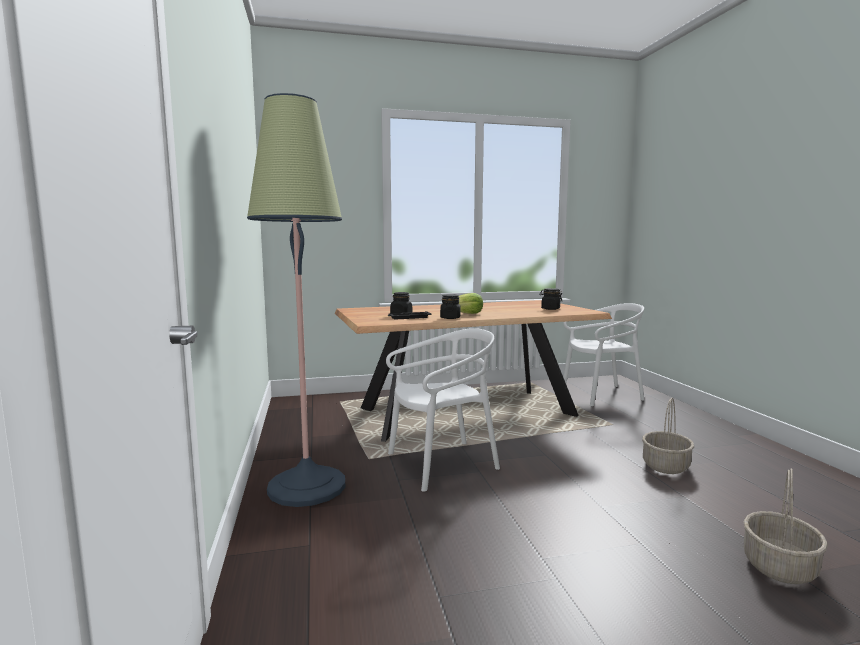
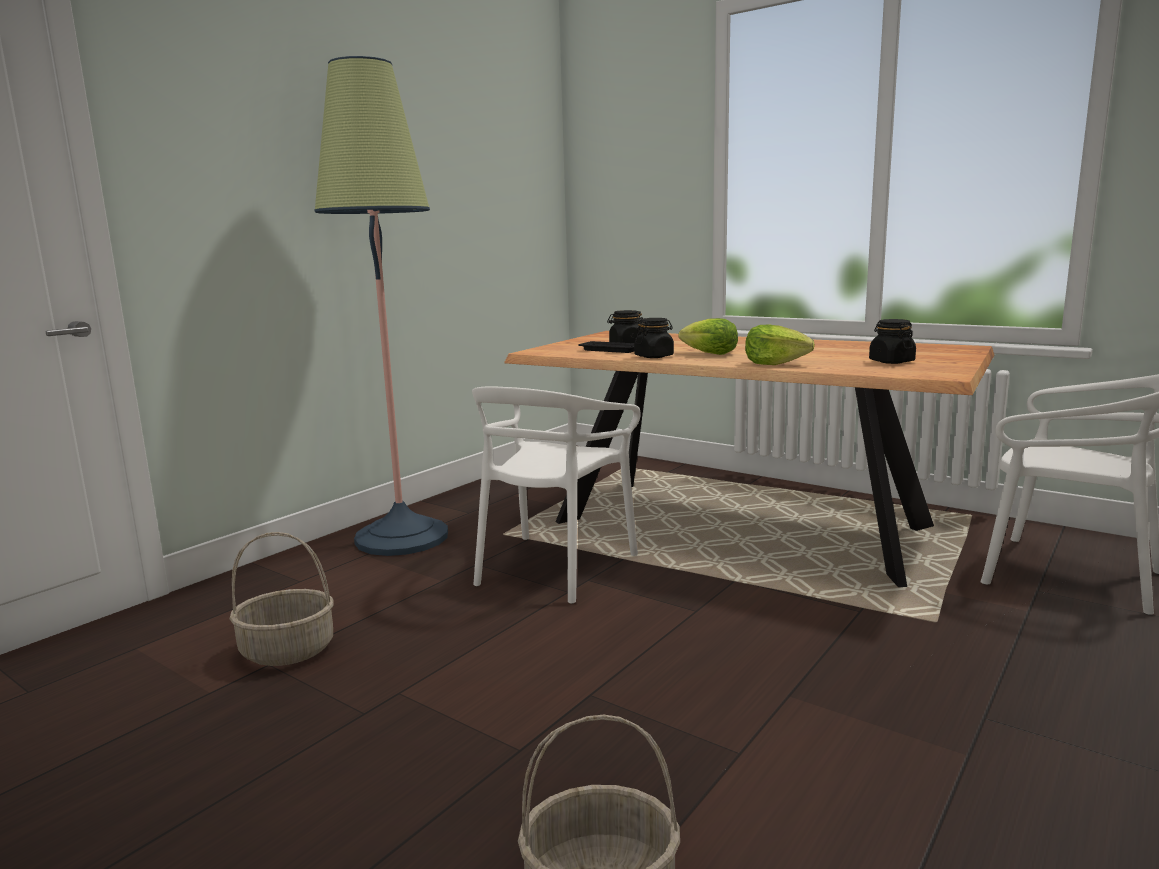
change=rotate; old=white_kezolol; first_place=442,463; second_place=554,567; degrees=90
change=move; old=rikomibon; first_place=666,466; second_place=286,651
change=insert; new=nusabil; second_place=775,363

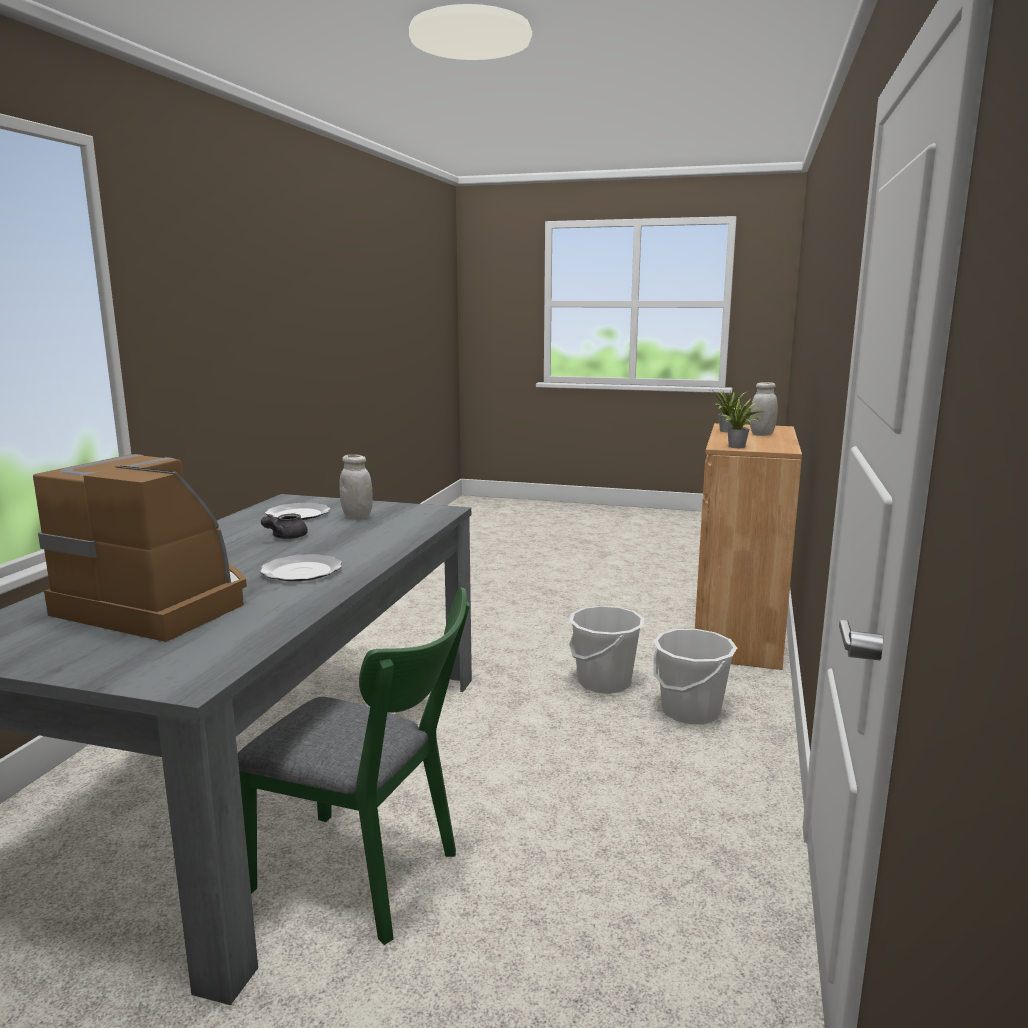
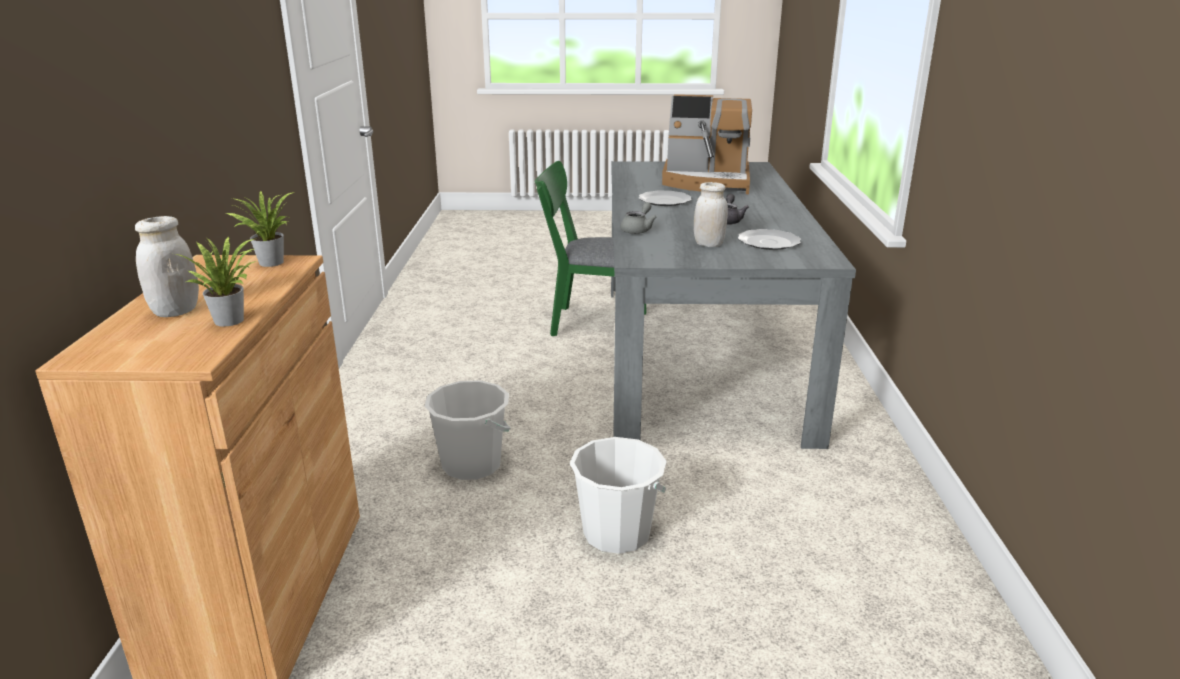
change=move; old=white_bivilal; first_place=690,711; second_place=617,533
change=insert; new=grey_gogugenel; second_place=638,230

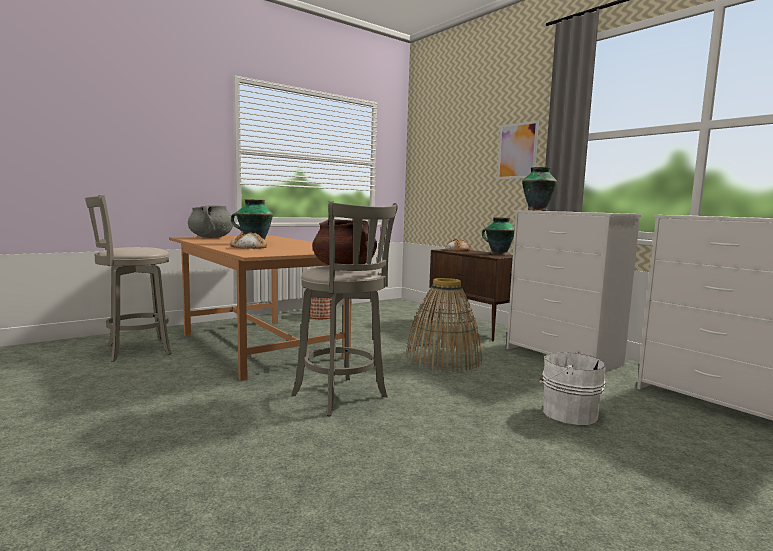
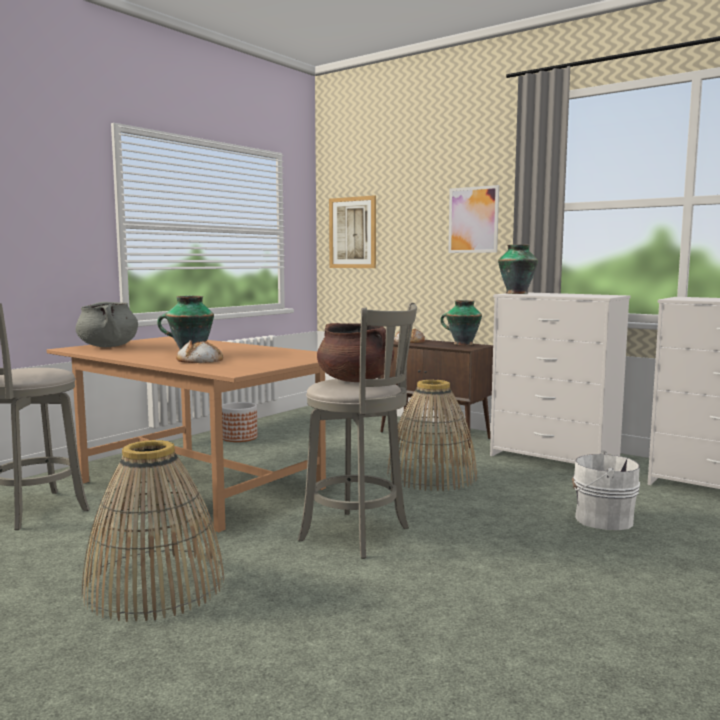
change=insert; new=rikomibon; second_place=154,586
change=insert; new=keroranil; second_place=352,232

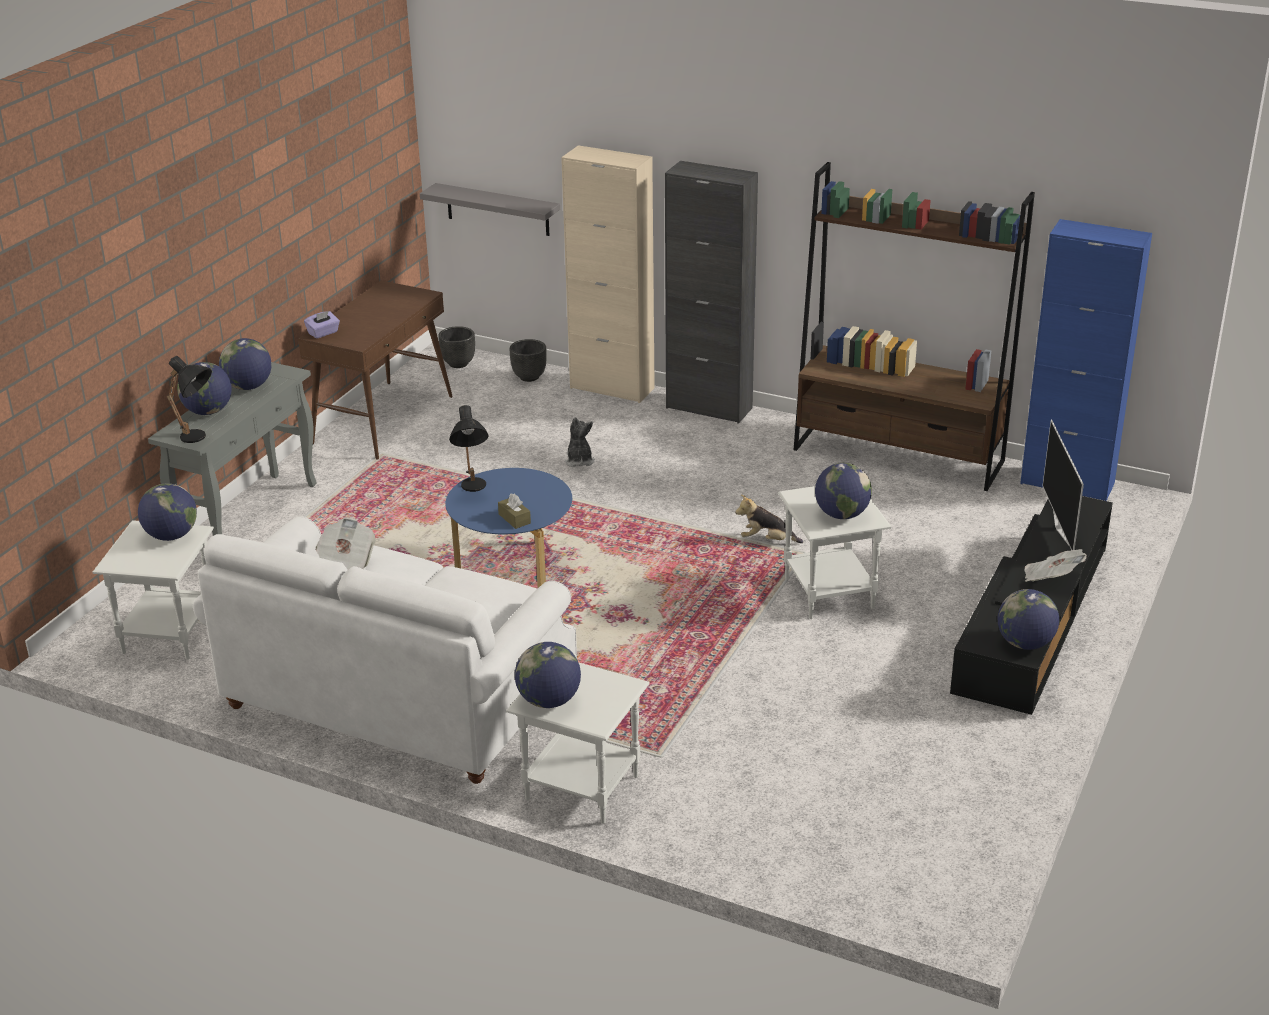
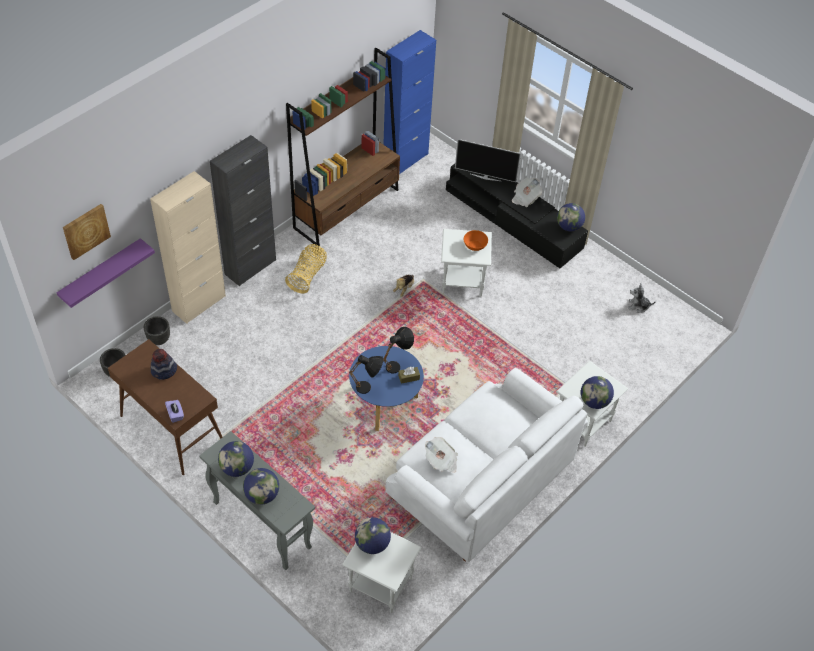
change=move; old=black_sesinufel; first_place=198,440; second_place=397,365
change=recolor; old=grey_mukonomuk; new=purple_mukonomuk; first_place=497,210; second_place=101,273
change=move; old=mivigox; first_place=579,461; second_place=638,306
change=replace; old=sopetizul; new=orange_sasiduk; first_place=841,515; second_place=475,245
change=insert; new=keroranil; second_place=86,231
change=insert; new=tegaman; second_place=164,371
change=insert; new=rikomibon; second_place=307,275

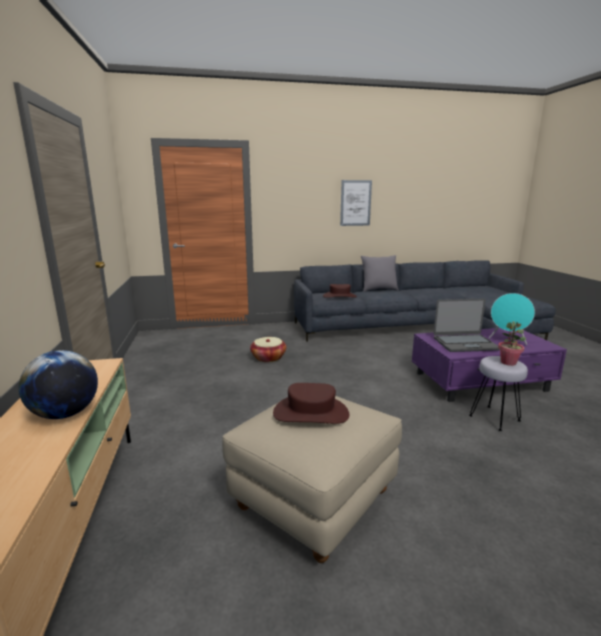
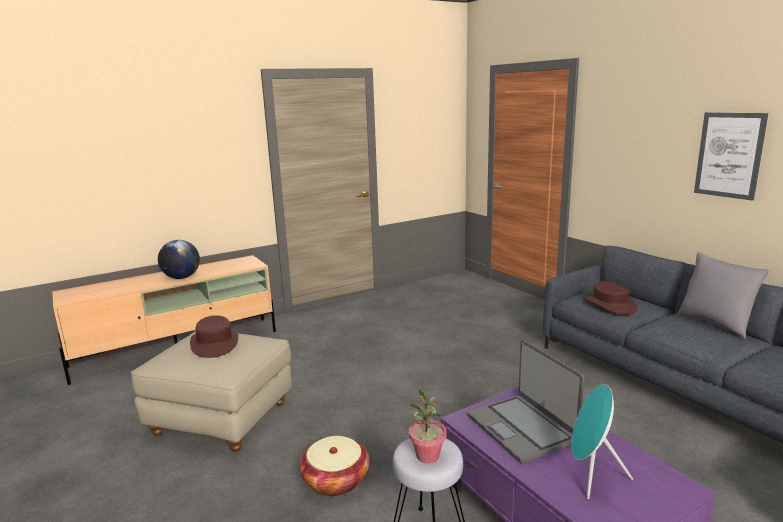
change=move; old=rikomibon; first_place=268,357; second_place=335,480

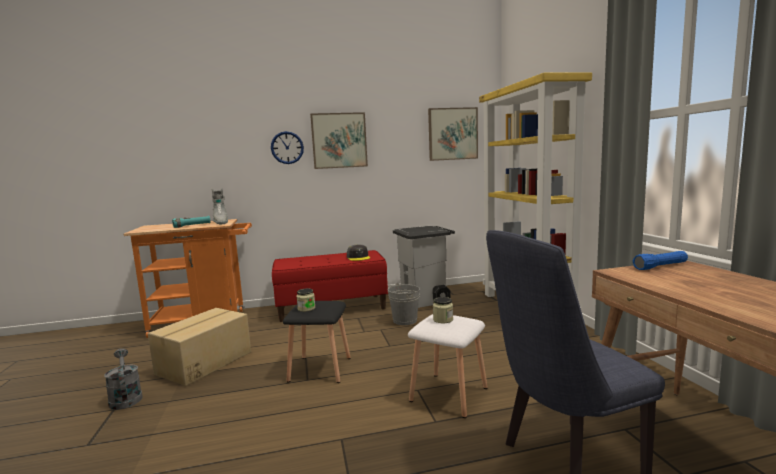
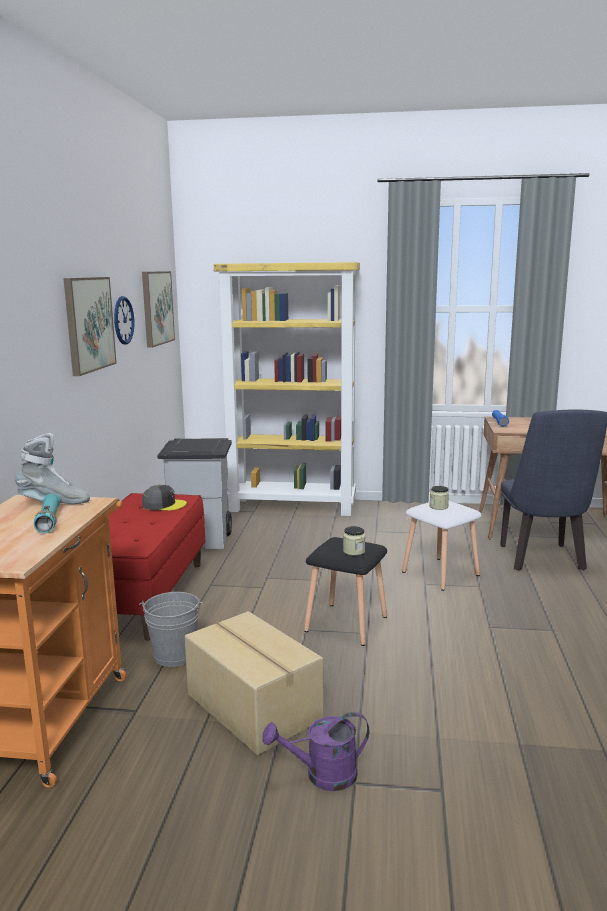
change=recolor; old=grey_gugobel; new=purple_gugobel; first_place=125,398; second_place=322,776
change=move; old=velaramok; first_place=287,147; second_place=123,320
change=move; old=grey_bivilal; first_place=405,320; second_place=174,655

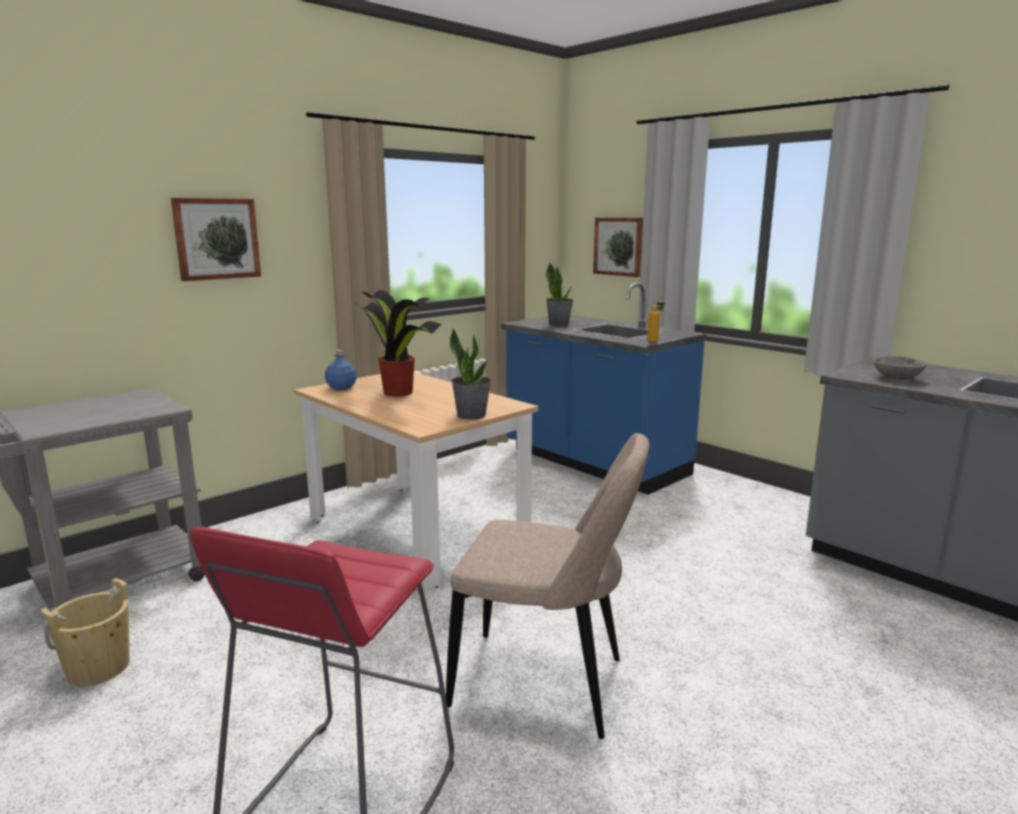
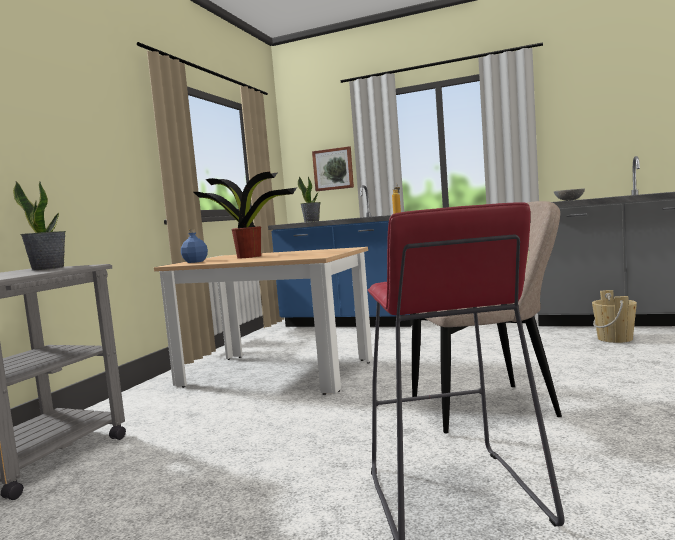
change=move; old=beige_bivilal; first_place=98,668; second_place=615,338
change=delete; old=keroranil; first_place=216,239
change=move; old=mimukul; first_place=471,415; second_place=48,268

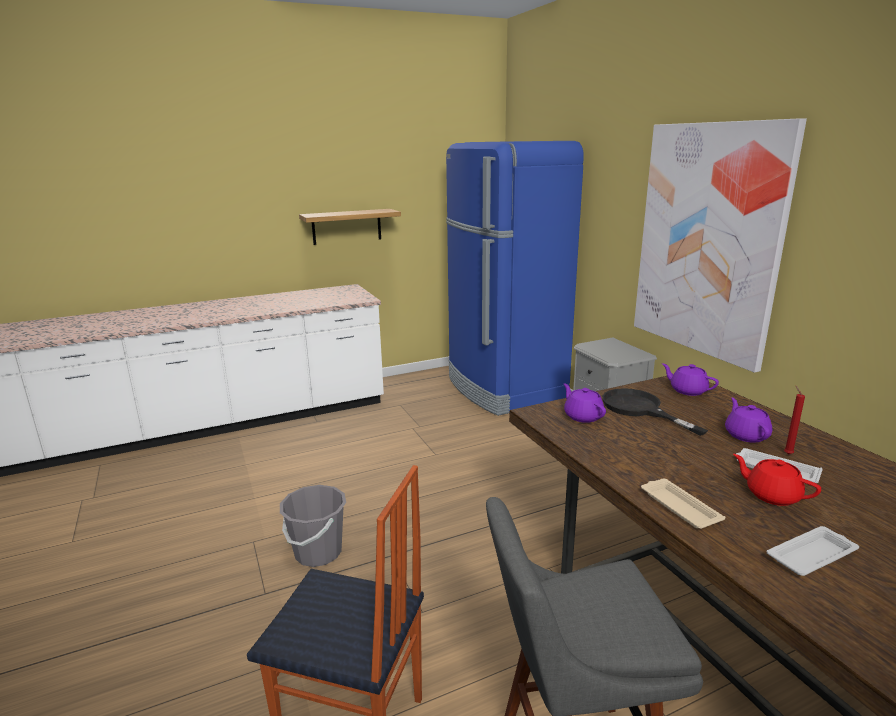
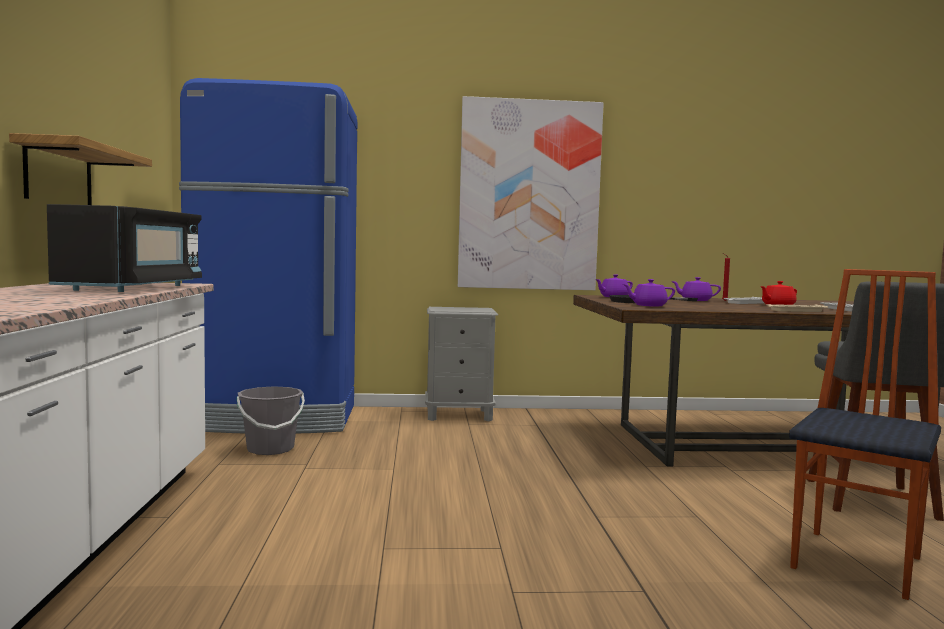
change=move; old=grey_bivilal; first_place=318,552; second_place=270,449
change=insert; new=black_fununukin; second_place=134,288

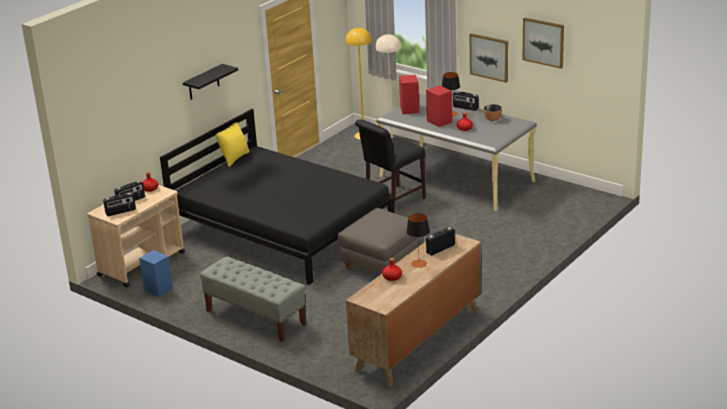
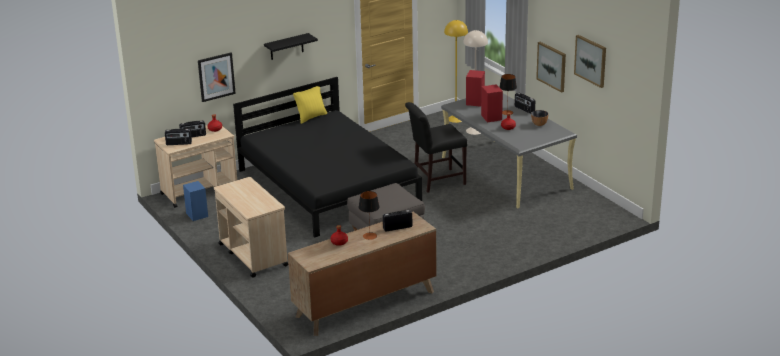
change=replace; old=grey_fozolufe; new=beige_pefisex; first_place=255,317; second_place=253,254
change=insert; new=keroranil; second_place=216,76

